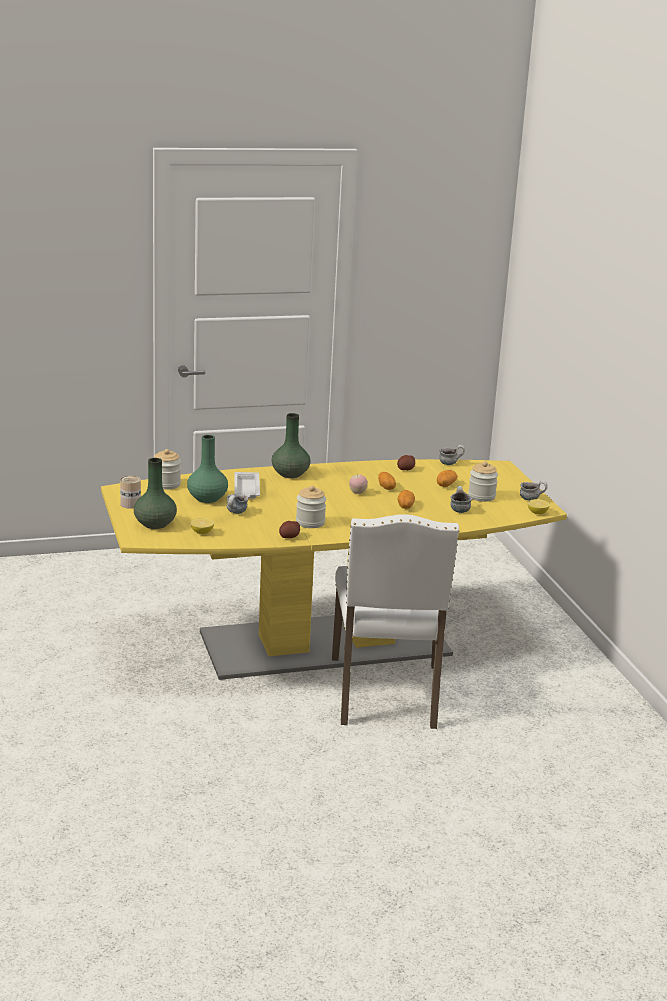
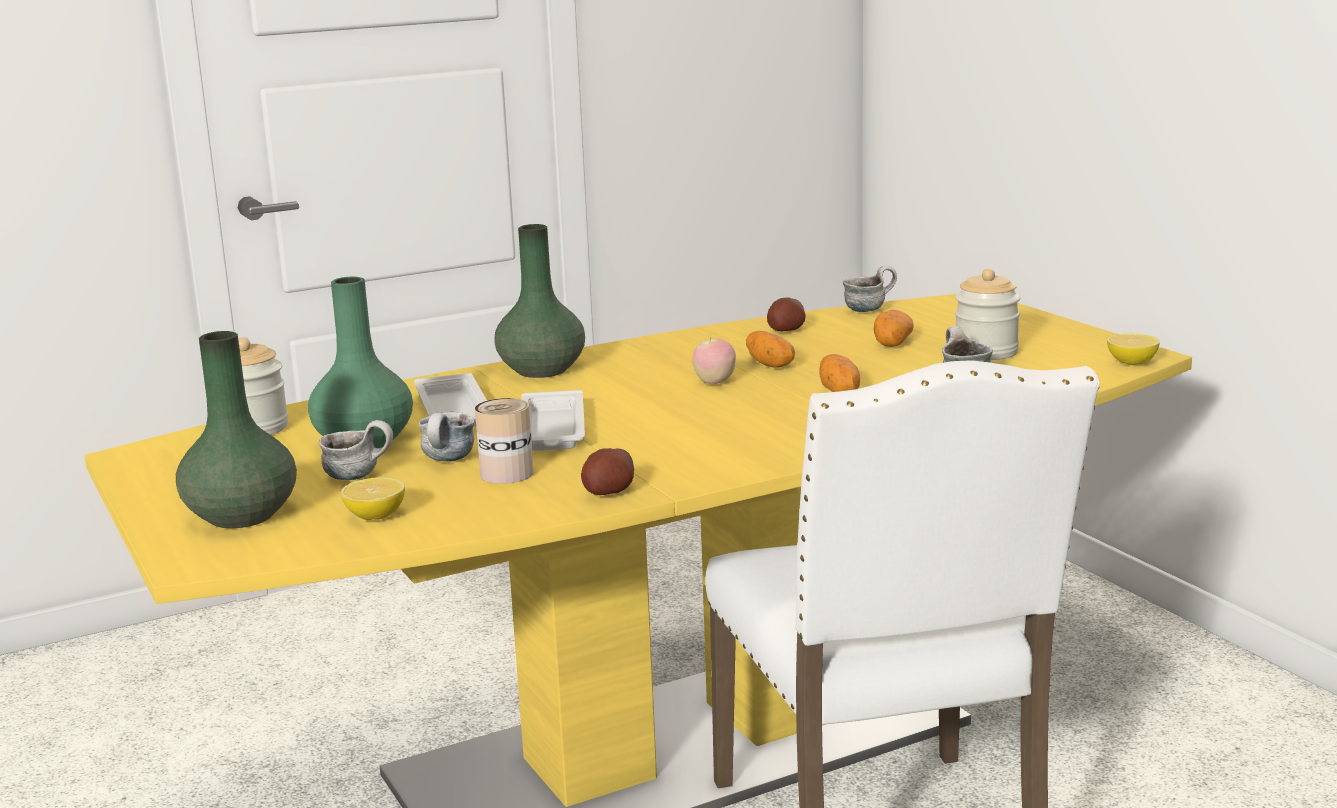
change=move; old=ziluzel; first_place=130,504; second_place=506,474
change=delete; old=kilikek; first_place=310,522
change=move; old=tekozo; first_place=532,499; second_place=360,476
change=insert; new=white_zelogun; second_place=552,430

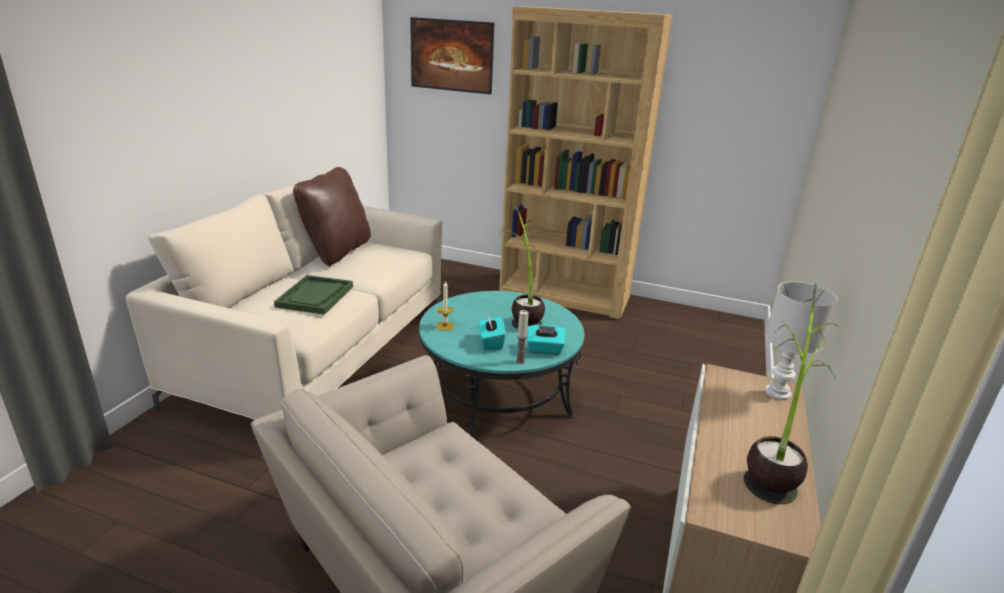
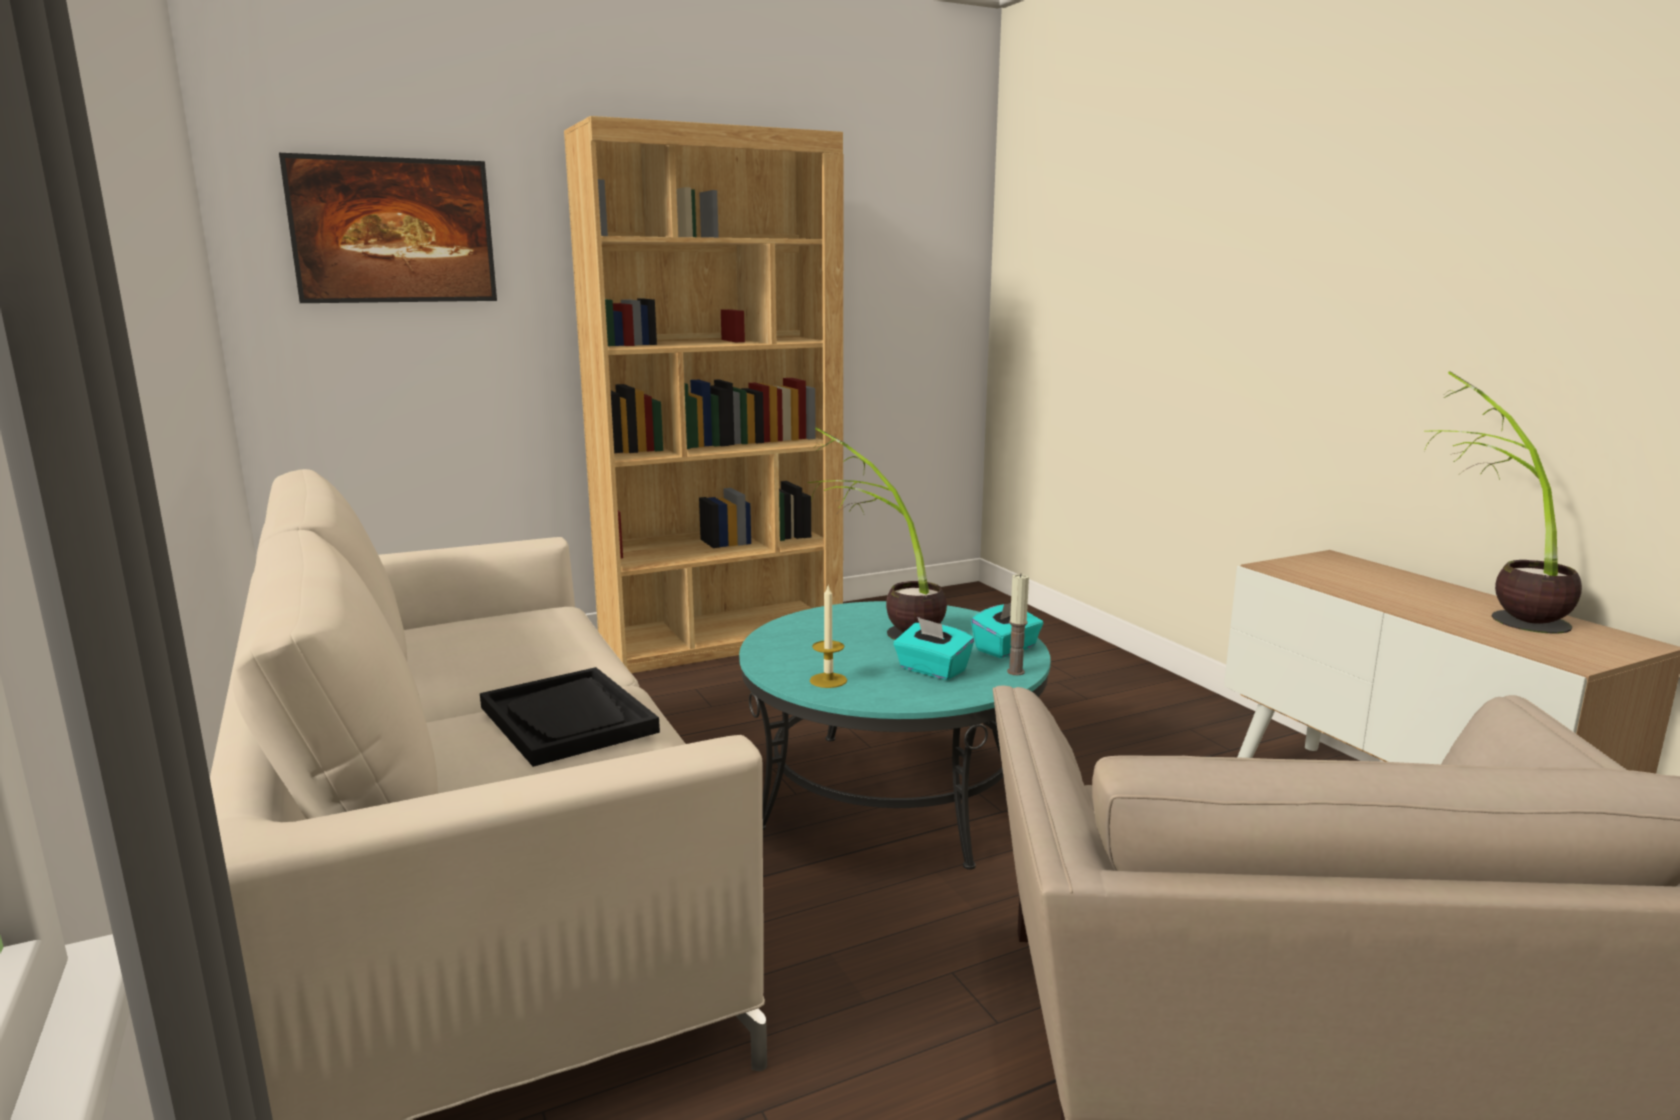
change=recolor; old=green_zelogun; new=black_zelogun; first_place=315,296; second_place=568,720
change=delete; old=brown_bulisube; first_place=337,251
change=delete; old=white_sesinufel; first_place=778,393

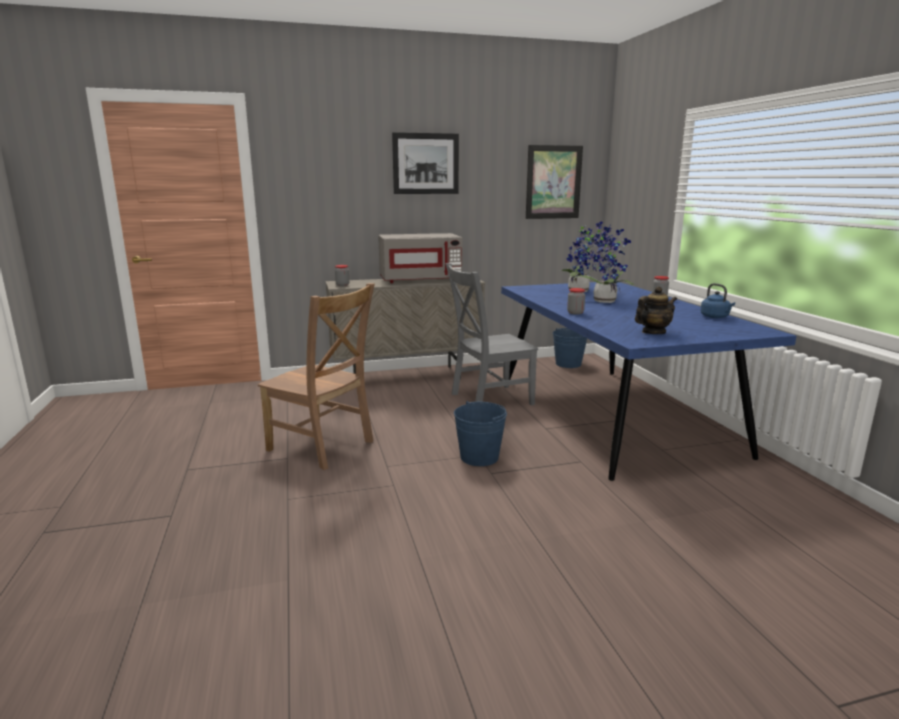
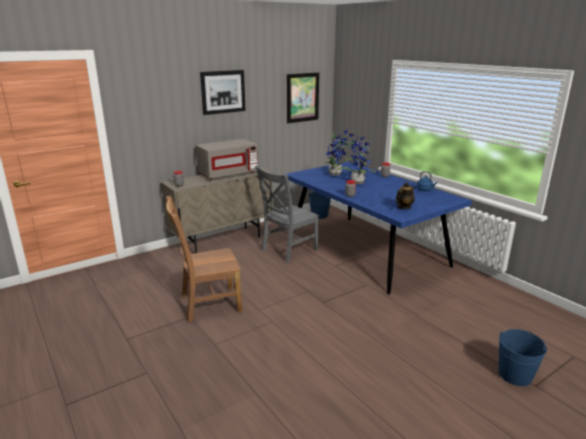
change=rotate; old=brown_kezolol; first_place=323,447; second_place=207,304; degrees=150
change=move; old=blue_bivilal; first_place=479,457; second_place=515,375

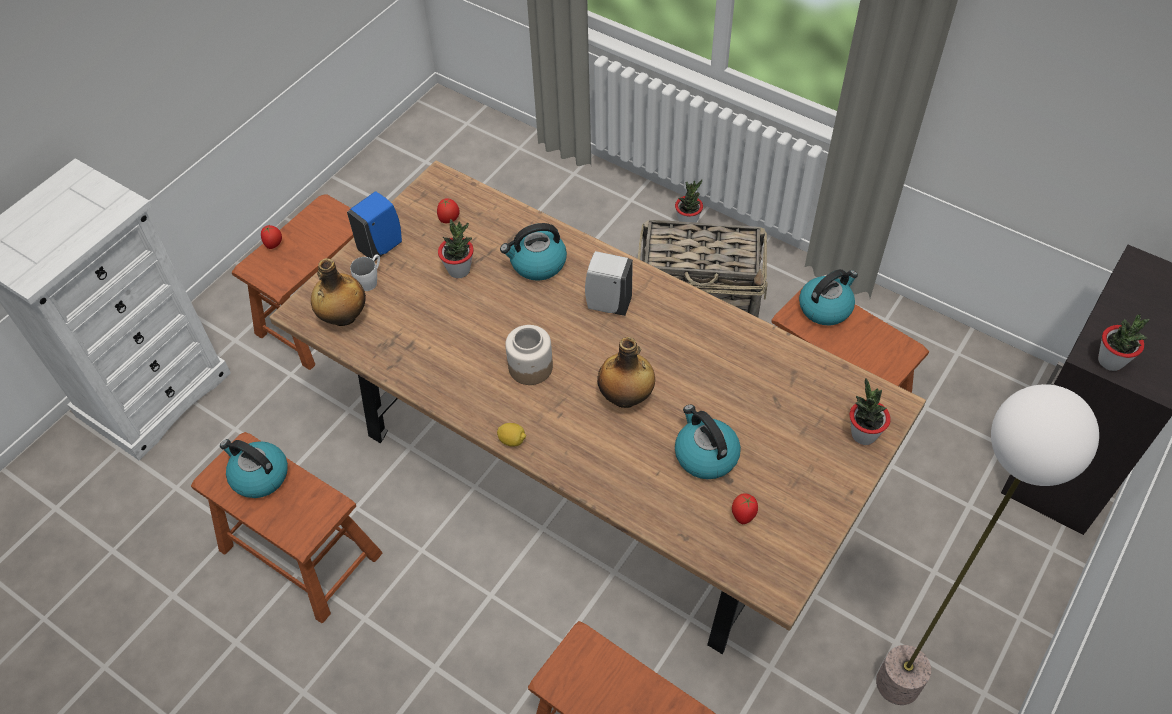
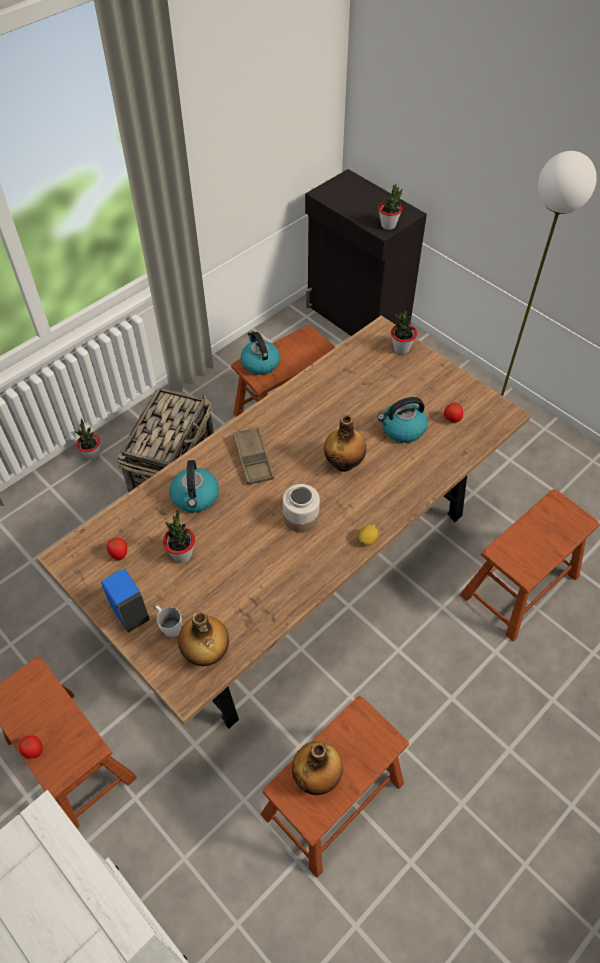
change=replace; old=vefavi; new=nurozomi; first_place=259,476; second_place=317,776
change=replace; old=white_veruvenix; new=brown_zelogun; first_place=607,304; second_place=253,459

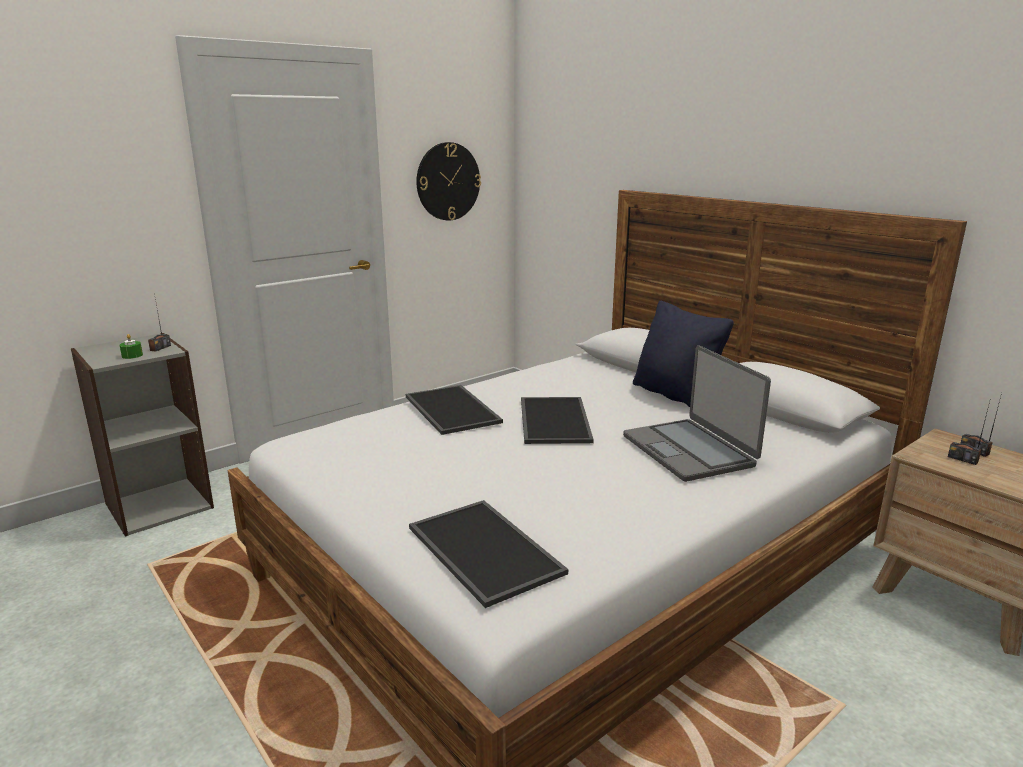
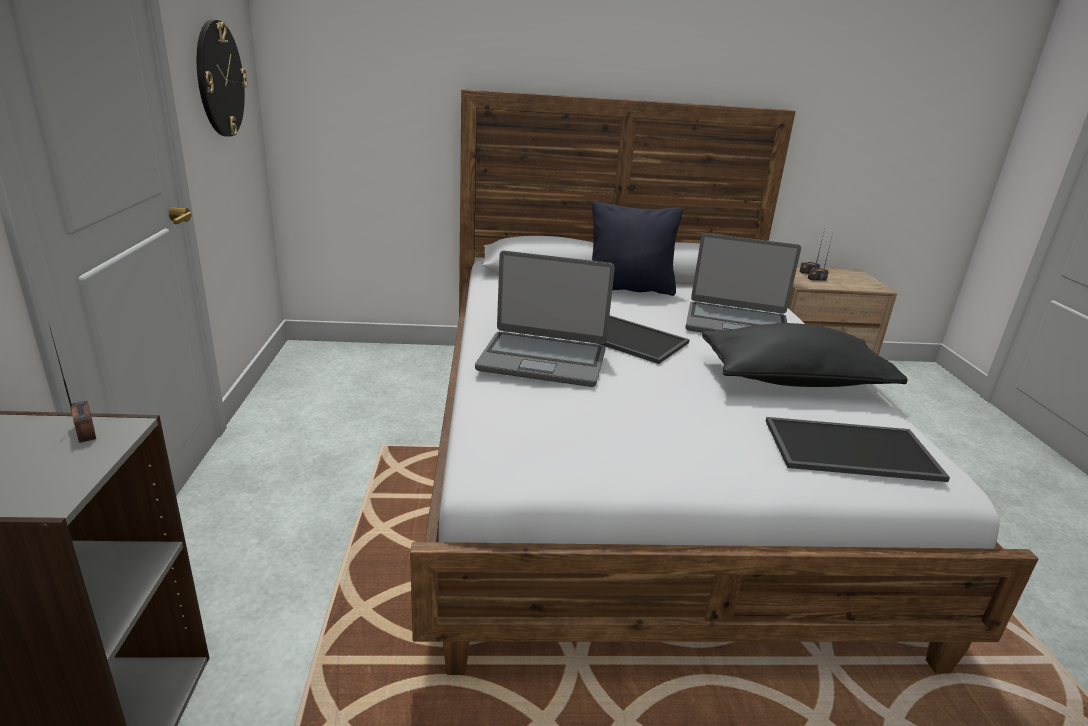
change=delete; old=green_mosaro; first_place=132,355
change=replace; old=zelogun; new=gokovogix; first_place=454,409; second_place=543,359
change=insert; new=black_bulisube; second_place=792,380

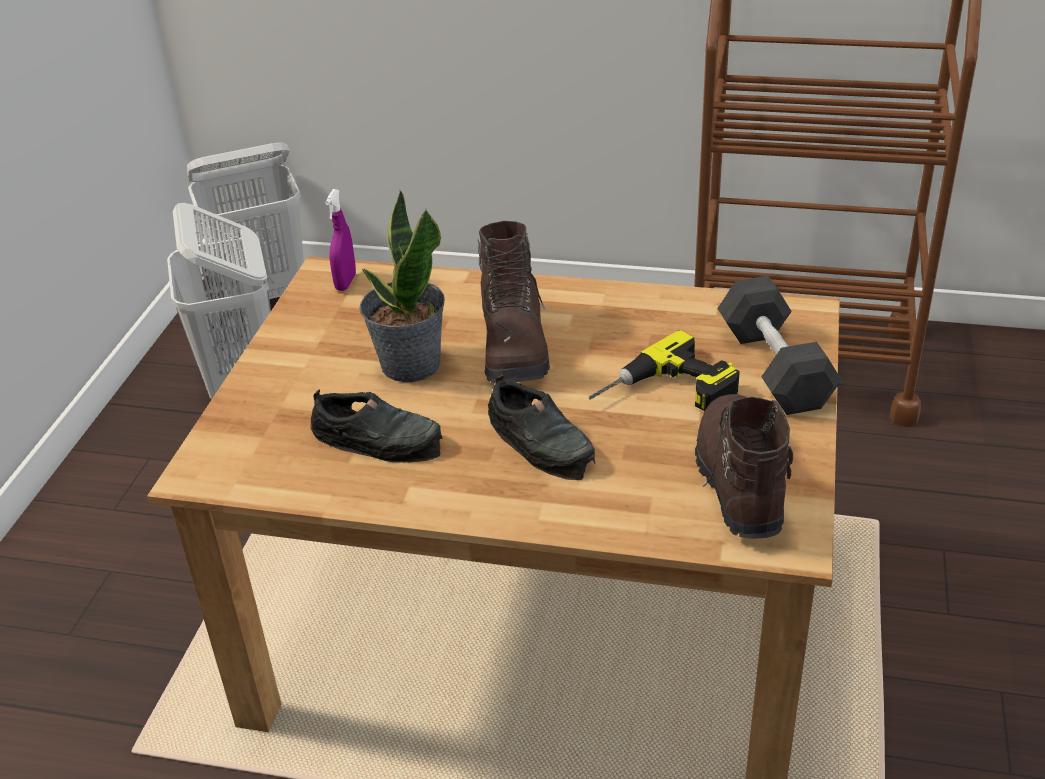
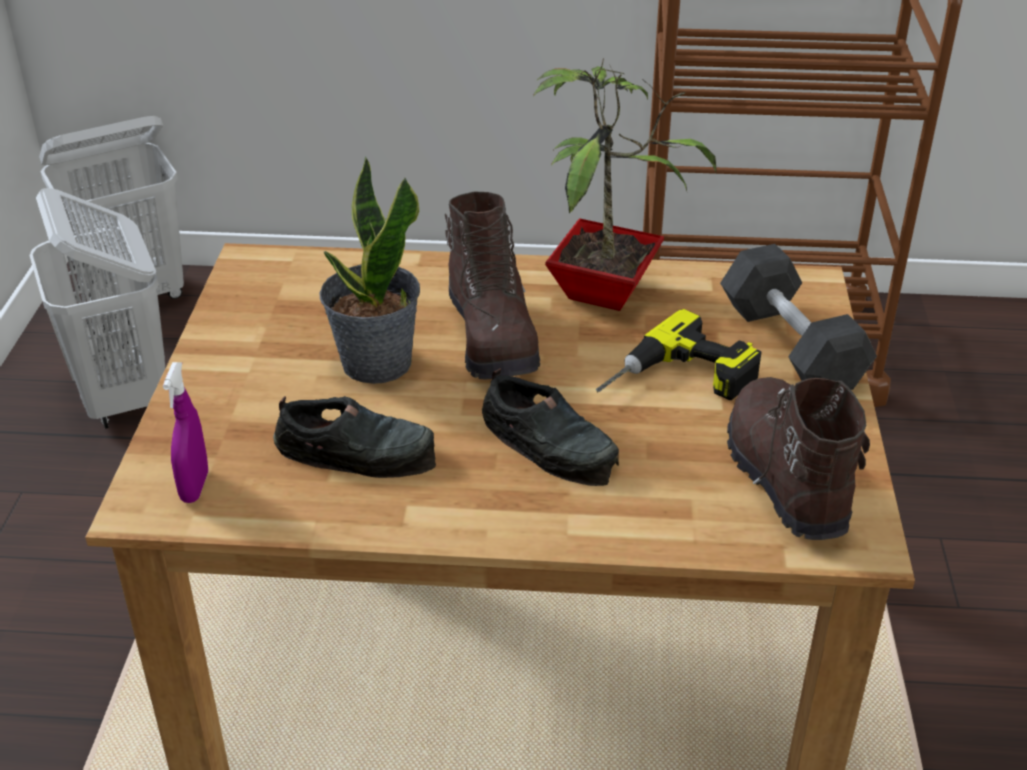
change=move; old=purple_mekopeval; first_place=346,282; second_place=195,487
change=insert; new=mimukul; second_place=605,289

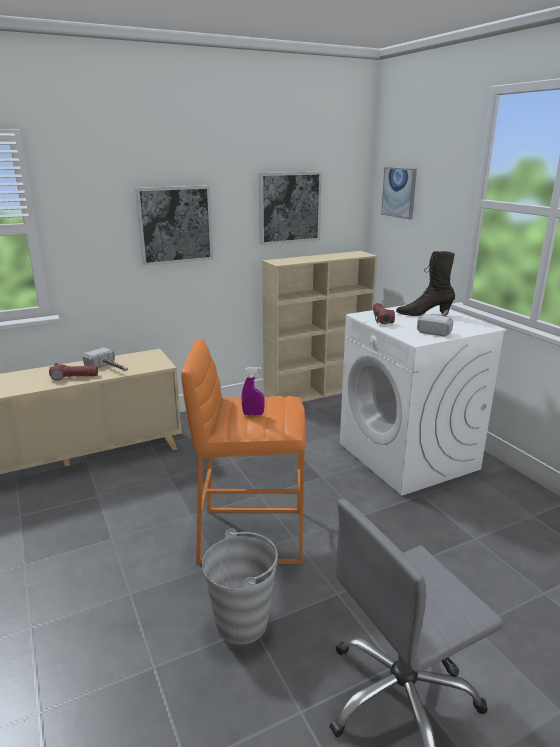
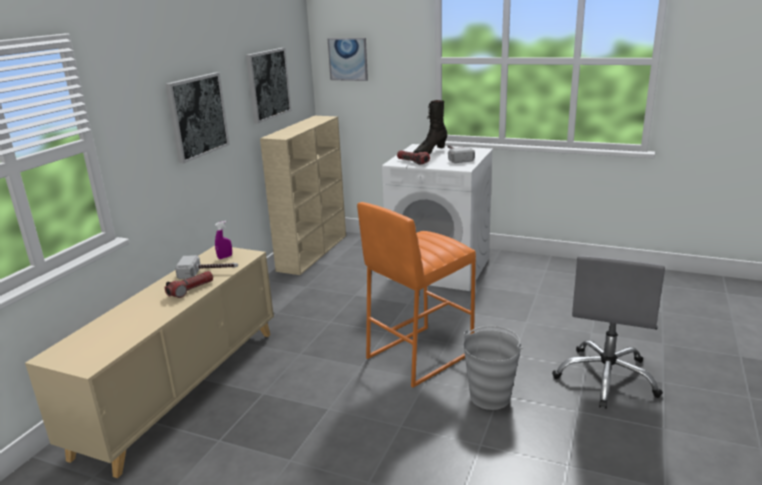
change=move; old=purple_mekopeval; first_place=253,414; second_place=225,257

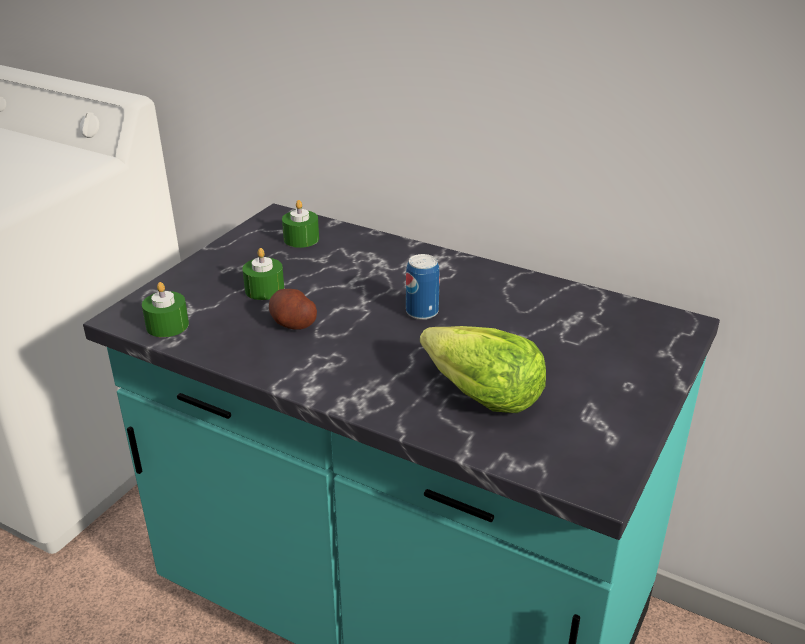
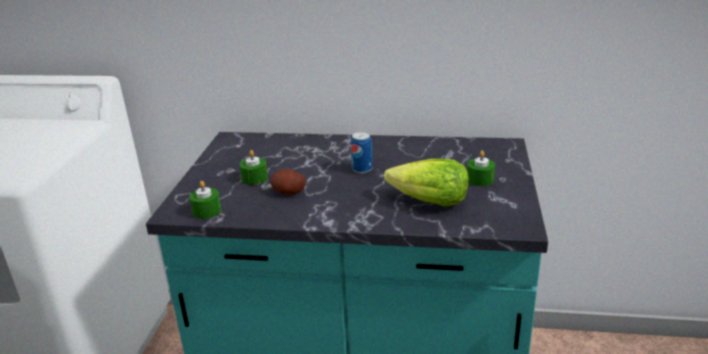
change=move; old=green_mosaro; first_place=301,239; second_place=480,180

